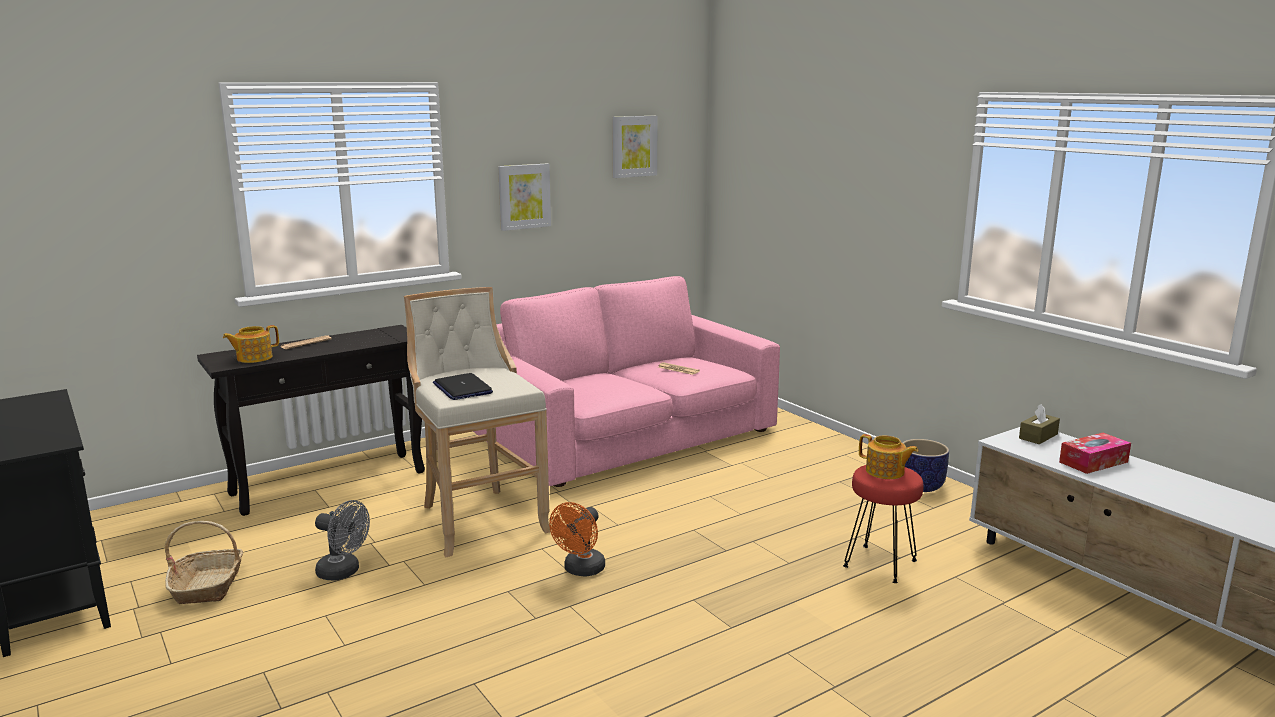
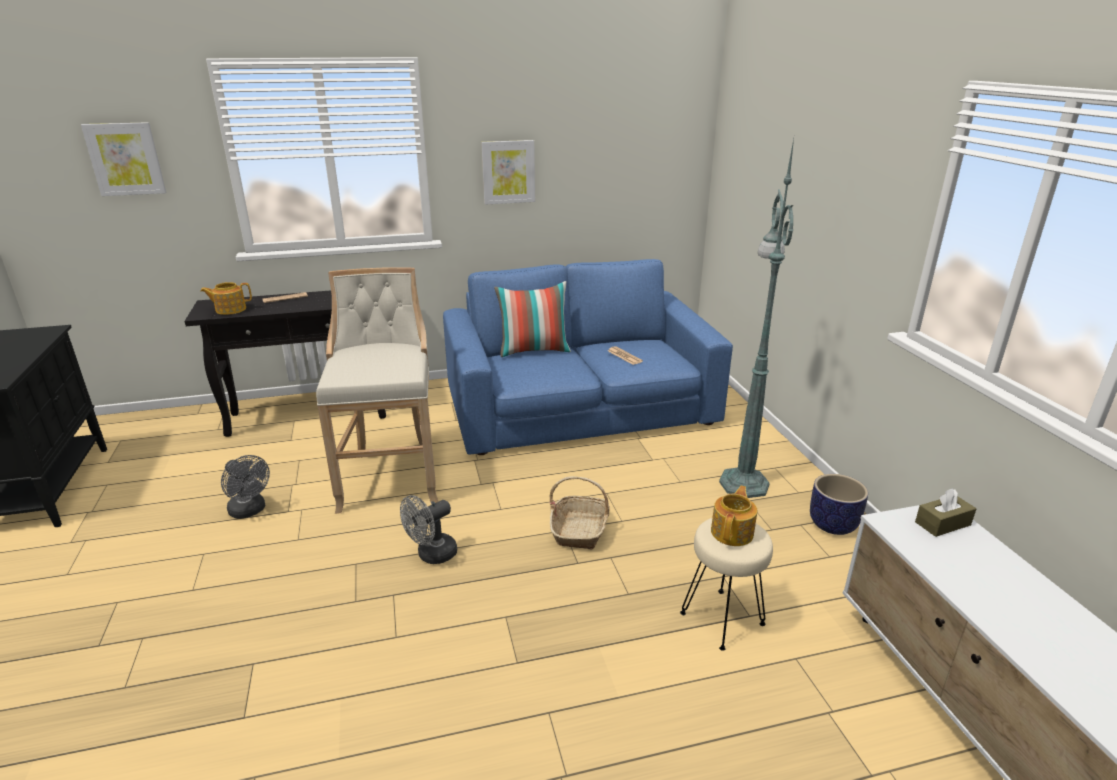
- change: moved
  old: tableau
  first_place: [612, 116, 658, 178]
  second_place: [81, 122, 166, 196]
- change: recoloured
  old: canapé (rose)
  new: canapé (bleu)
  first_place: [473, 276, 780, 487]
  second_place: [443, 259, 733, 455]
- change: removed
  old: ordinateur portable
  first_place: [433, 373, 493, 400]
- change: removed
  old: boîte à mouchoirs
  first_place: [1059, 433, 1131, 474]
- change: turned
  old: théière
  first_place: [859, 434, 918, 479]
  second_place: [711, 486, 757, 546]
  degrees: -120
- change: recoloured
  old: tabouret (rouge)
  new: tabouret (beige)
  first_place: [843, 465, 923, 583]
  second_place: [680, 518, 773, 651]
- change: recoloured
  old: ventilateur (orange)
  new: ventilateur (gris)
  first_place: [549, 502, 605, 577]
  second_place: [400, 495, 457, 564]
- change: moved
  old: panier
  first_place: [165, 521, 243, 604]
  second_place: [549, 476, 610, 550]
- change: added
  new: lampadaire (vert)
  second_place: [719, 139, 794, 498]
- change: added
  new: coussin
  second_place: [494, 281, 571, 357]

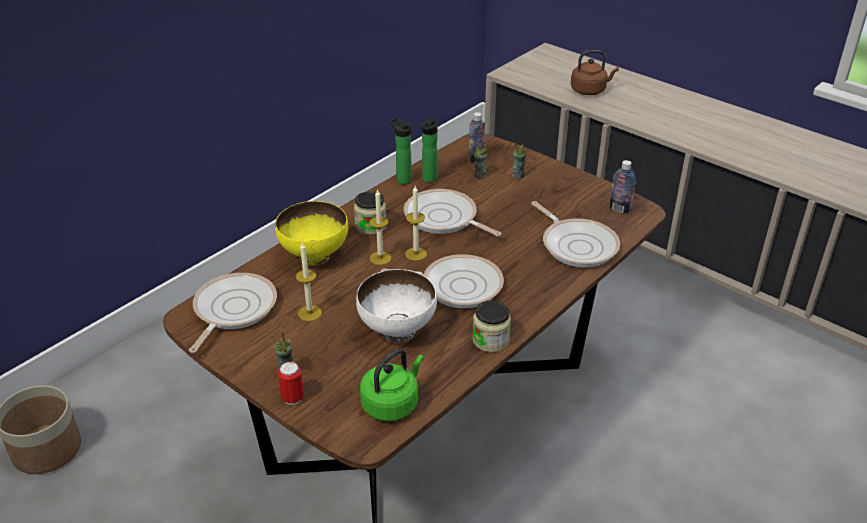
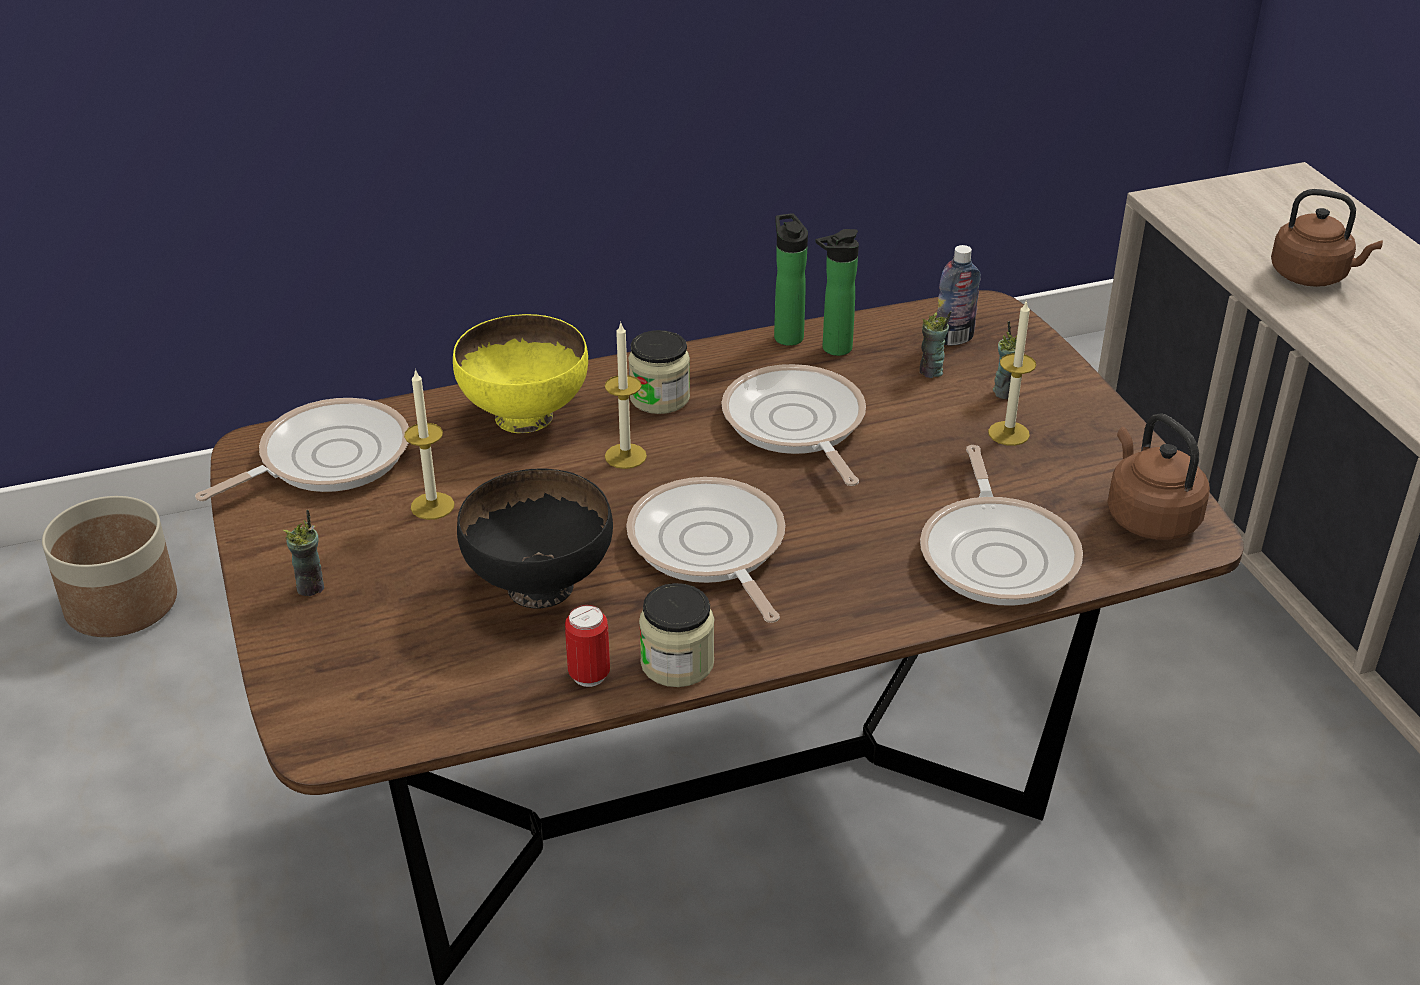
- change: replaced
  old: bouteille
  new: bouilloire (marron)
  first_place: [610, 160, 636, 214]
  second_place: [1107, 413, 1210, 540]
- change: moved
  old: bougie
  first_place: [405, 186, 427, 261]
  second_place: [988, 300, 1036, 446]
- change: turned
  old: poêle
  first_place: [381, 254, 504, 308]
  second_place: [626, 477, 785, 623]
  degrees: -150
- change: recoloured
  old: bol (blanc)
  new: bol (noir)
  first_place: [356, 269, 437, 343]
  second_place: [457, 468, 613, 609]
- change: removed
  old: bouilloire (vert)
  first_place: [360, 349, 424, 421]
- change: moved
  old: boîte métallique
  first_place: [278, 362, 304, 405]
  second_place: [565, 605, 610, 687]

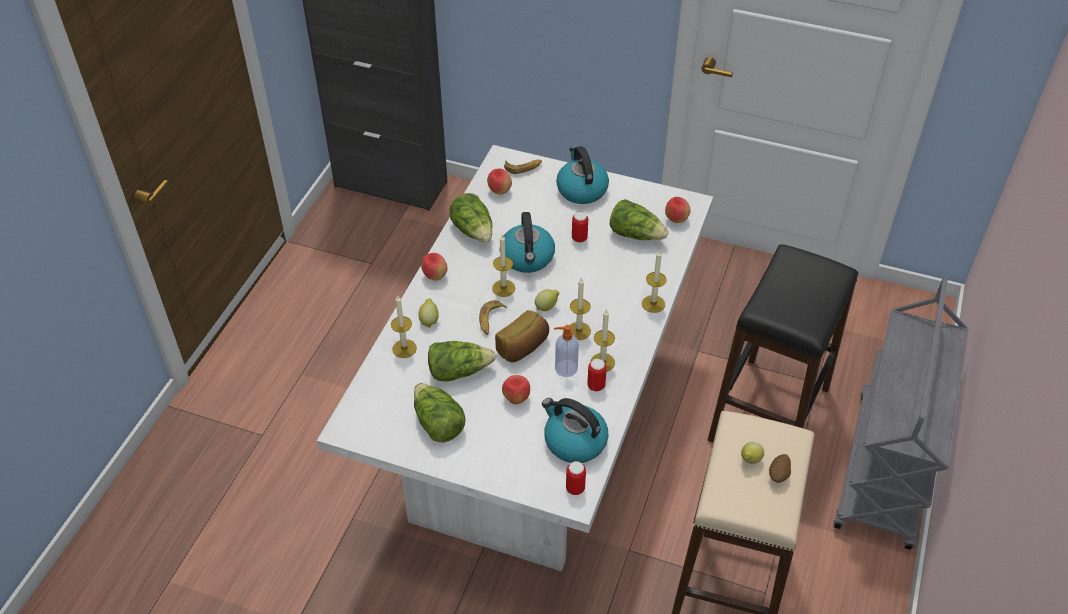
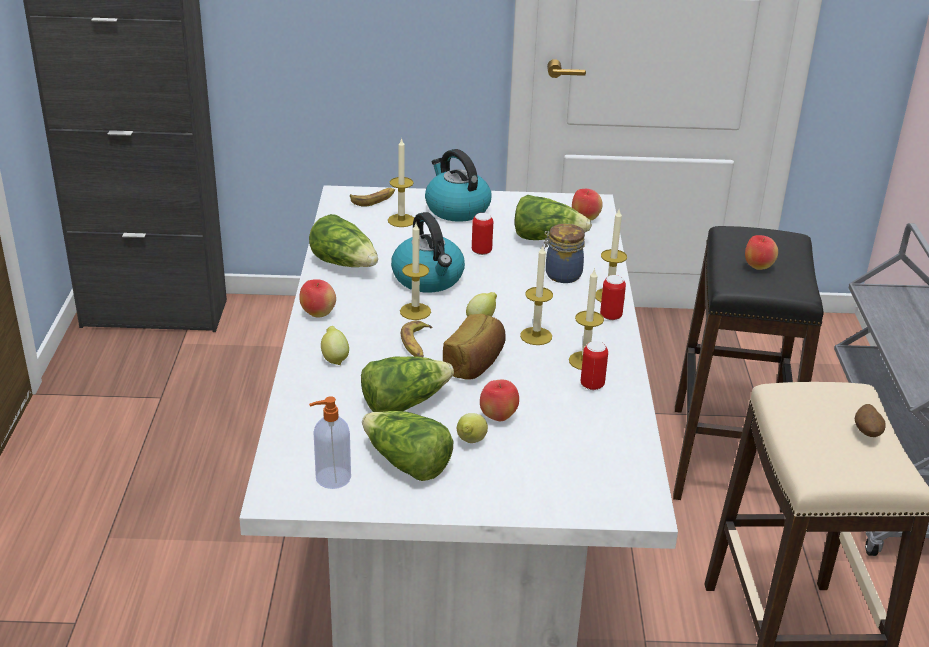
- change: moved
  old: pomme
  first_place: [487, 169, 512, 195]
  second_place: [745, 235, 778, 270]
- change: moved
  old: bougie
  first_place: [391, 296, 417, 358]
  second_place: [388, 137, 414, 227]
- change: moved
  old: distributeur de savon
  first_place: [554, 325, 579, 377]
  second_place: [309, 396, 351, 489]
- change: removed
  old: bouilloire
  first_place: [542, 398, 609, 463]
- change: moved
  old: citron
  first_place: [741, 442, 764, 464]
  second_place: [457, 413, 488, 443]
- change: moved
  old: boîte métallique
  first_place: [566, 461, 586, 495]
  second_place: [600, 275, 626, 320]
- change: added
  new: bocal
  second_place: [544, 224, 585, 283]

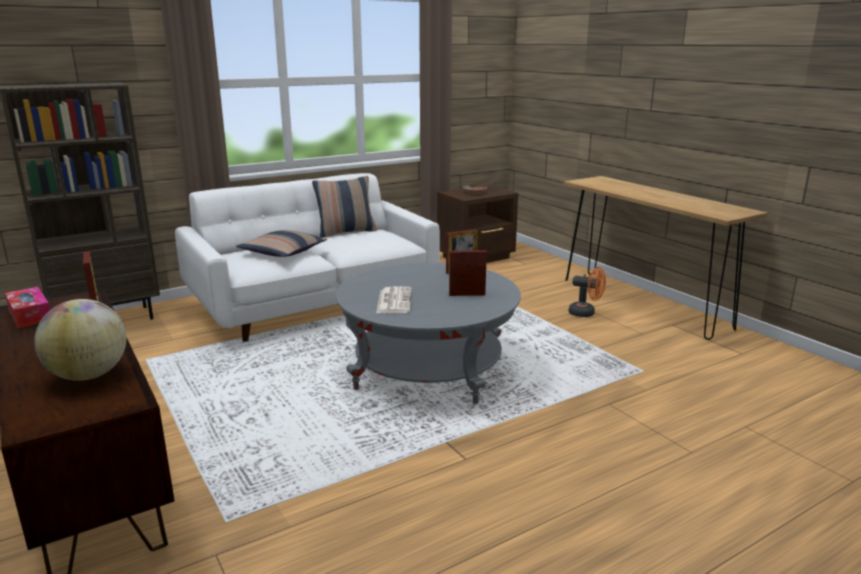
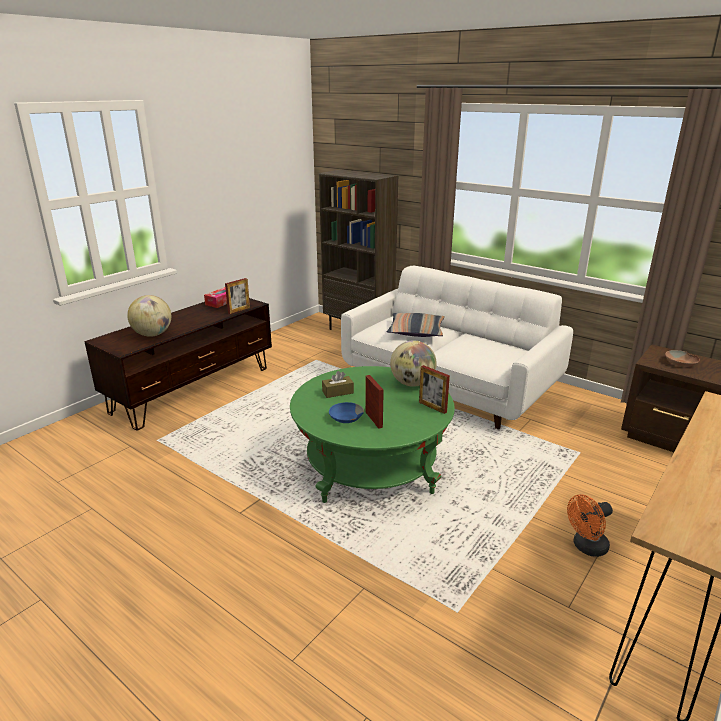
- change: removed
  old: coussin
  first_place: [312, 176, 377, 238]
- change: recoloured
  old: table basse (gris)
  new: table basse (vert)
  first_place: [336, 262, 521, 404]
  second_place: [290, 366, 455, 503]
- change: turned
  old: ventilateur (orange)
  first_place: [568, 267, 606, 317]
  second_place: [567, 494, 613, 557]
  degrees: 60
- change: replaced
  old: journal
  new: boîte à mouchoirs (marron)
  first_place: [376, 286, 412, 313]
  second_place: [322, 371, 354, 398]
- change: added
  new: globe
  second_place: [390, 340, 437, 387]
- change: added
  new: bol (bleu)
  second_place: [329, 402, 364, 423]

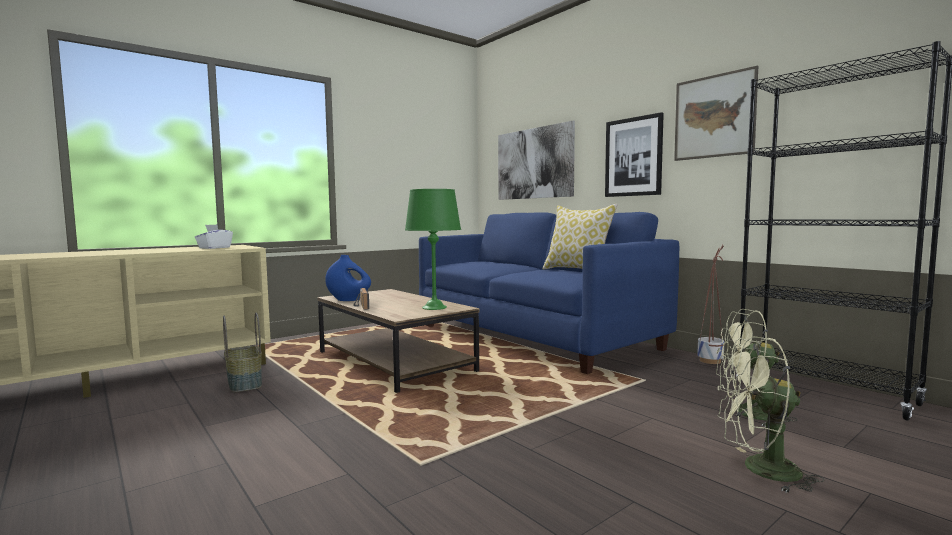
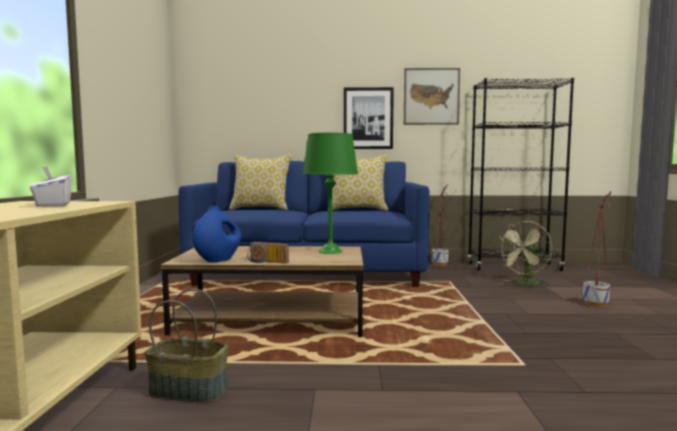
- change: removed
  old: tableau
  first_place: [498, 121, 575, 200]
- change: replaced
  old: ventilateur (vert)
  new: cache-pot
  first_place: [717, 336, 824, 493]
  second_place: [583, 191, 611, 307]
- change: added
  new: coussin
  second_place: [229, 154, 292, 210]

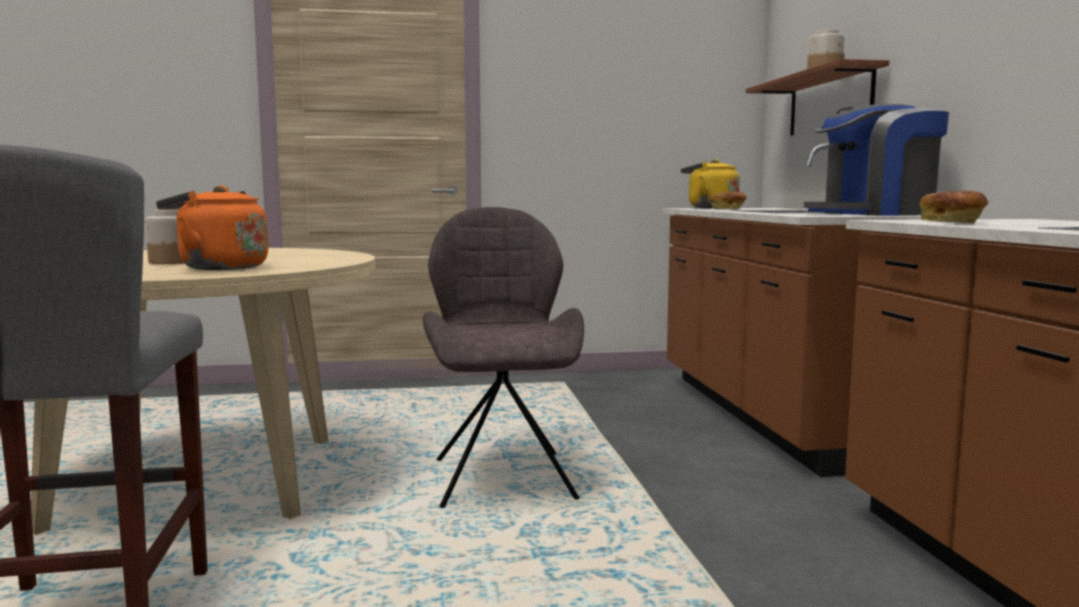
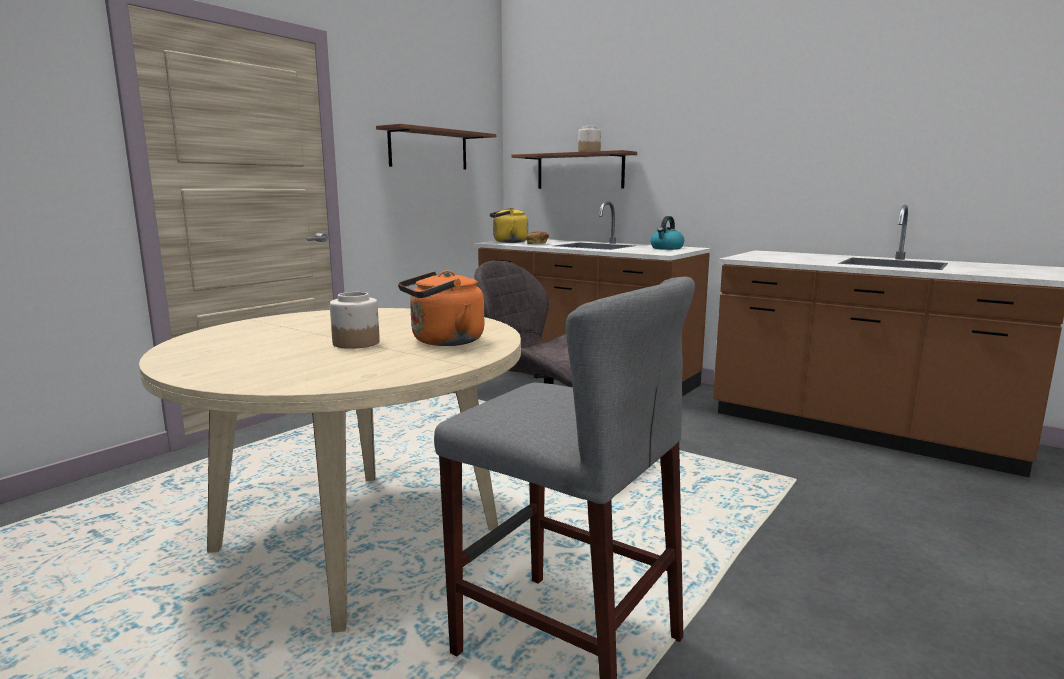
- change: replaced
  old: machine à café
  new: bouilloire
  first_place: [804, 104, 949, 216]
  second_place: [650, 216, 684, 250]
- change: removed
  old: pain
  first_place: [920, 190, 988, 224]
- change: added
  new: étagère
  second_place: [376, 124, 496, 169]

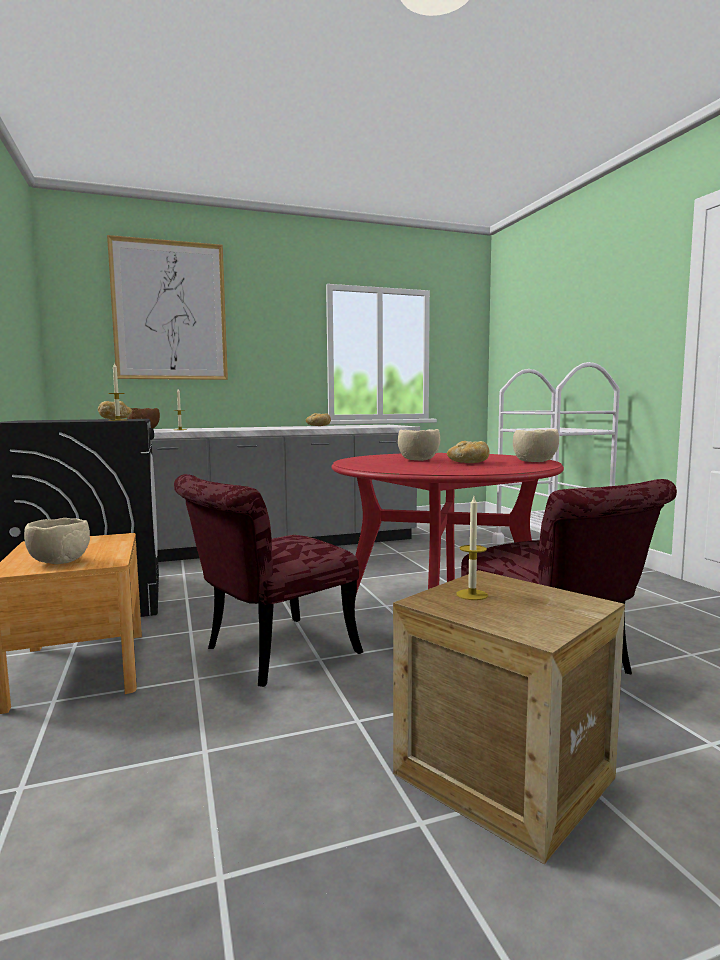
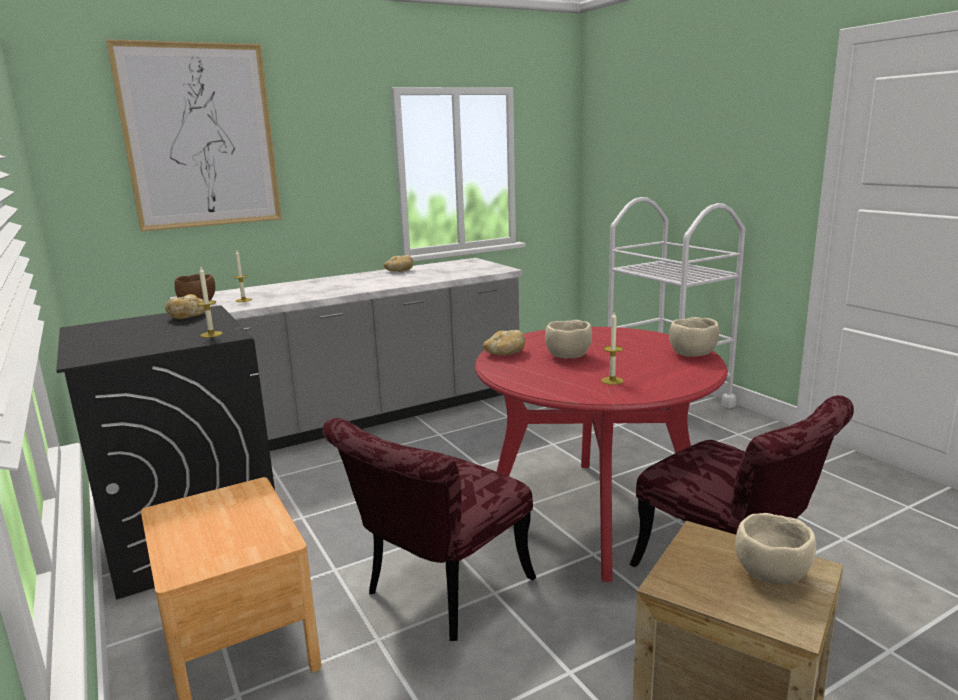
- change: moved
  old: pain
  first_place: [447, 441, 489, 463]
  second_place: [483, 330, 525, 355]
- change: moved
  old: bougie
  first_place: [457, 496, 488, 600]
  second_place: [601, 312, 624, 385]
- change: moved
  old: bol (beige)
  first_place: [24, 518, 90, 564]
  second_place: [735, 513, 816, 585]

